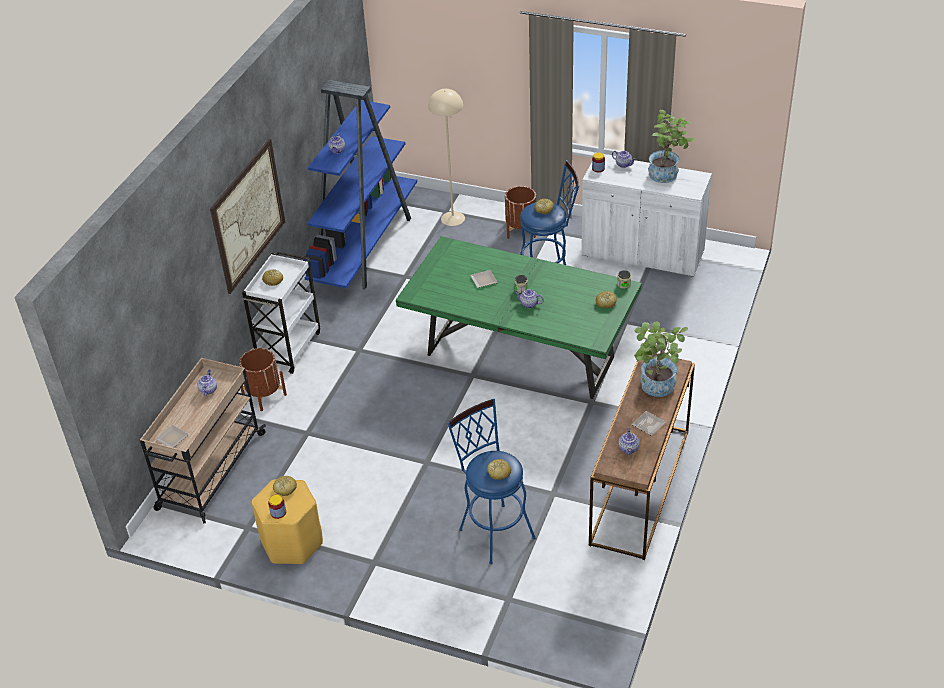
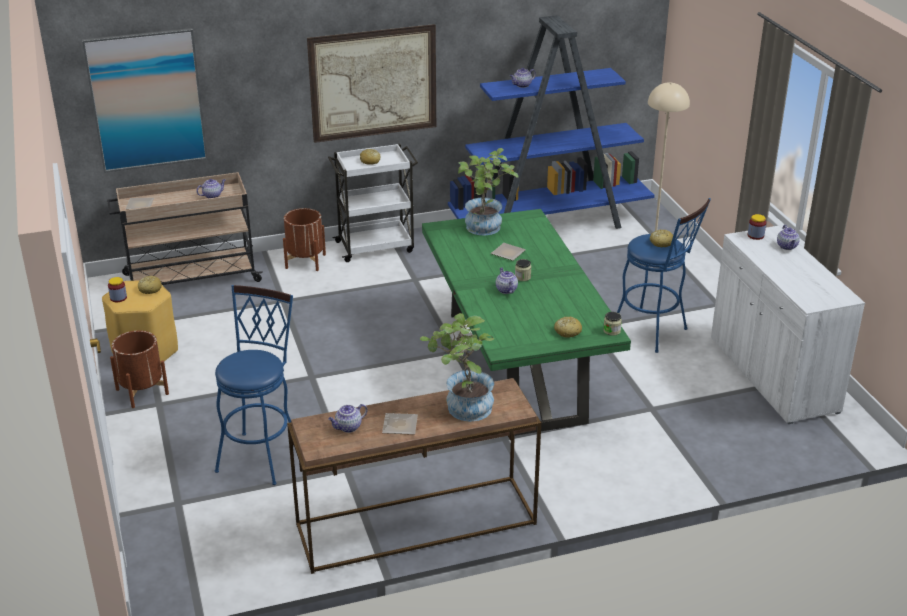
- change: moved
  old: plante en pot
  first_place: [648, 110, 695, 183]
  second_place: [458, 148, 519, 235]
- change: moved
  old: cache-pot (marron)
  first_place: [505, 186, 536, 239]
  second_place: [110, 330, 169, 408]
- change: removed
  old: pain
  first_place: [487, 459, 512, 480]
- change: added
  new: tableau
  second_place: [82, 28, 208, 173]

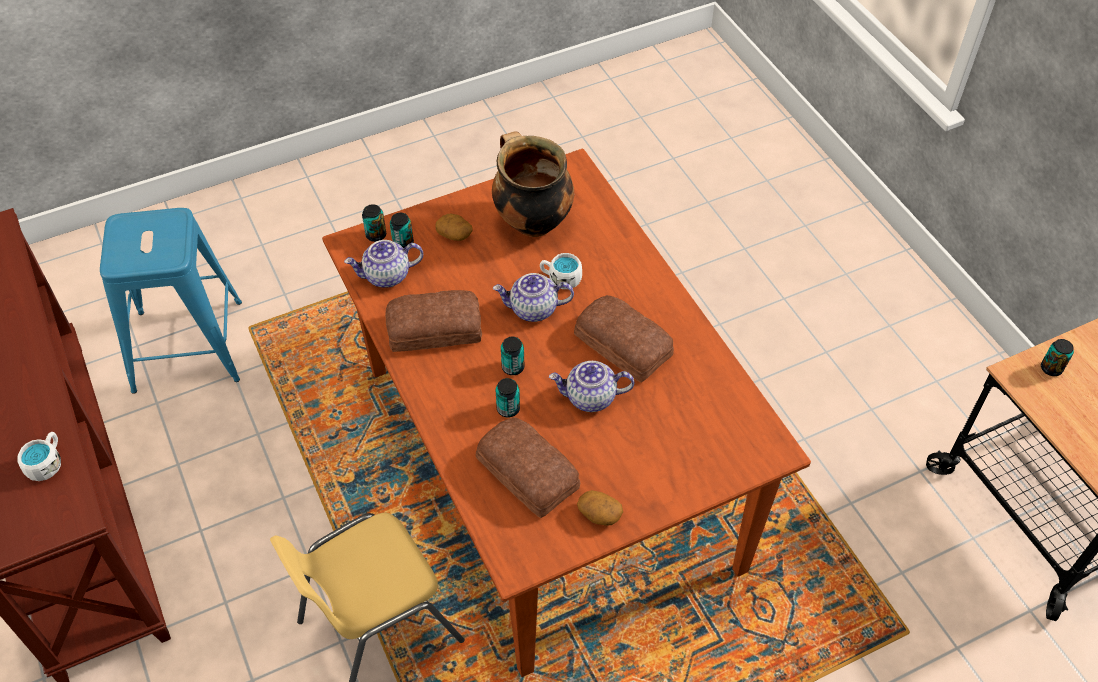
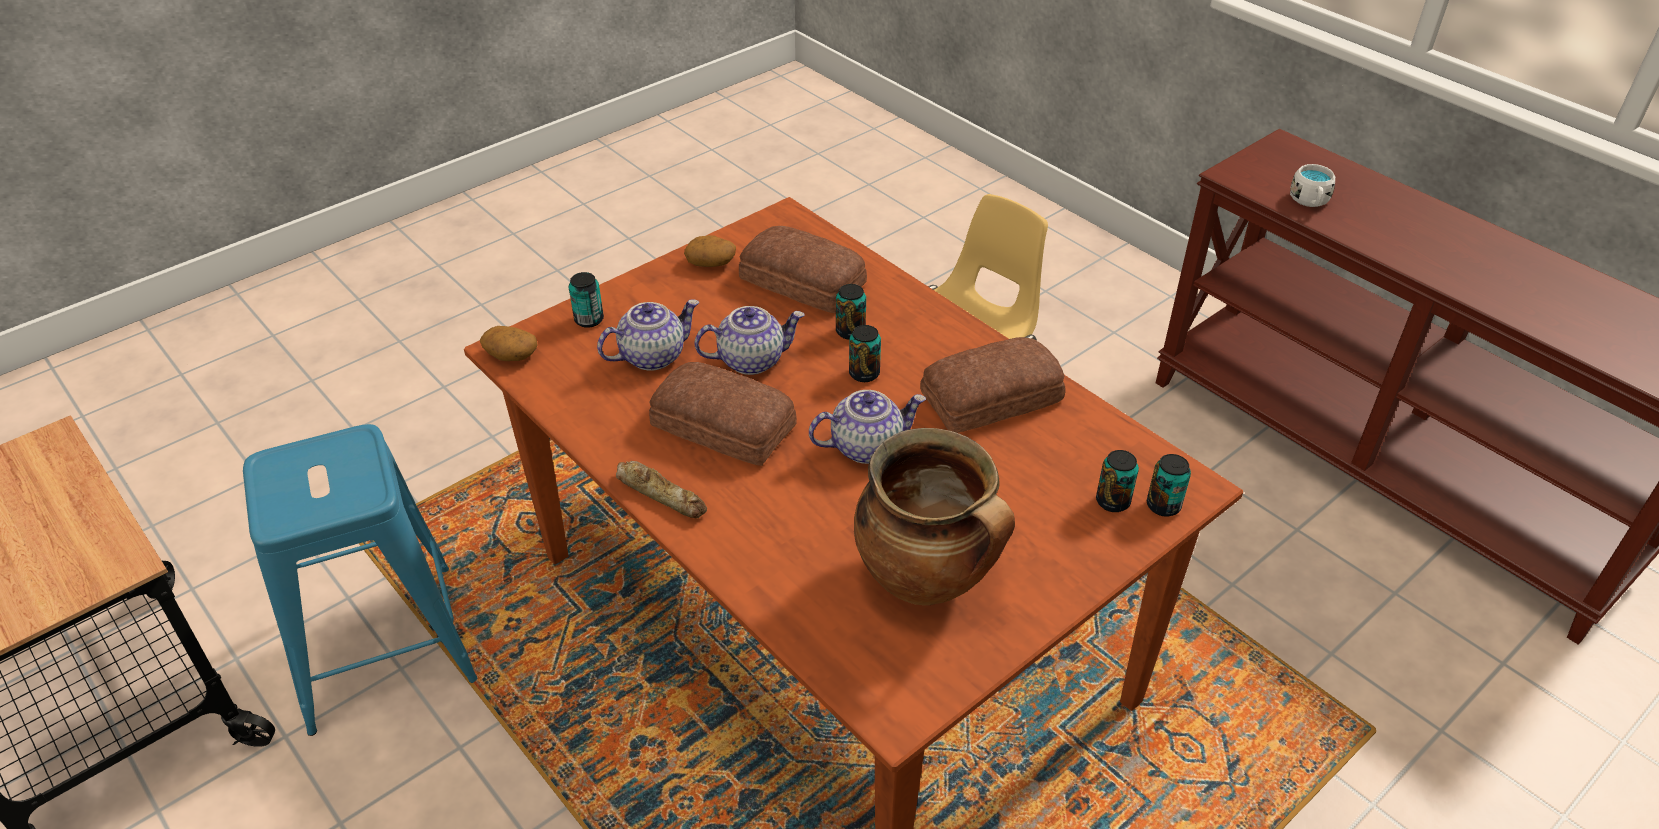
- change: moved
  old: tabouret (bleu)
  first_place: [100, 208, 242, 394]
  second_place: [243, 424, 477, 736]
- change: moved
  old: pomme de terre
  first_place: [436, 214, 473, 241]
  second_place: [480, 326, 538, 361]
- change: moved
  old: théière
  first_place: [344, 240, 423, 288]
  second_place: [597, 299, 699, 371]
- change: removed
  old: mug (blanc)
  first_place: [540, 253, 582, 289]
- change: moved
  old: boîte métallique
  first_place: [1041, 339, 1074, 376]
  second_place: [569, 272, 604, 328]
- change: added
  new: pain
  second_place: [616, 461, 707, 519]

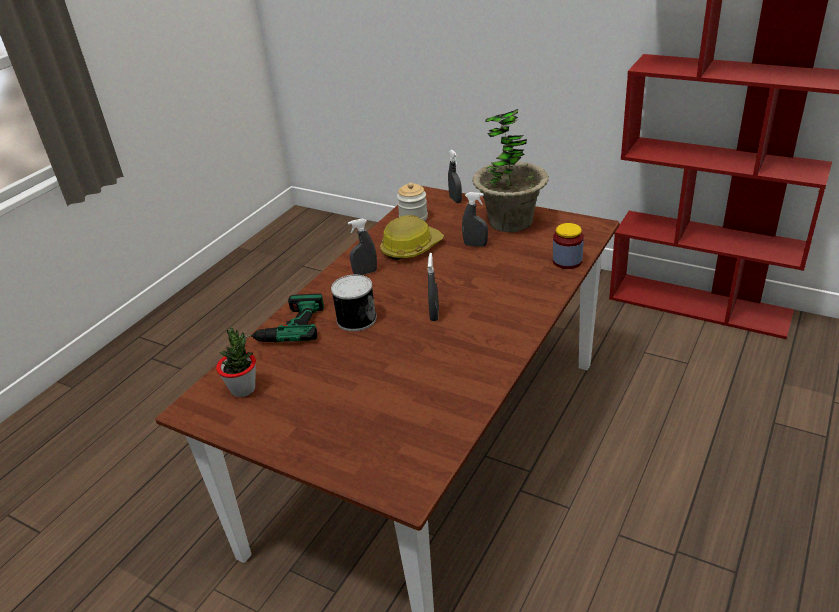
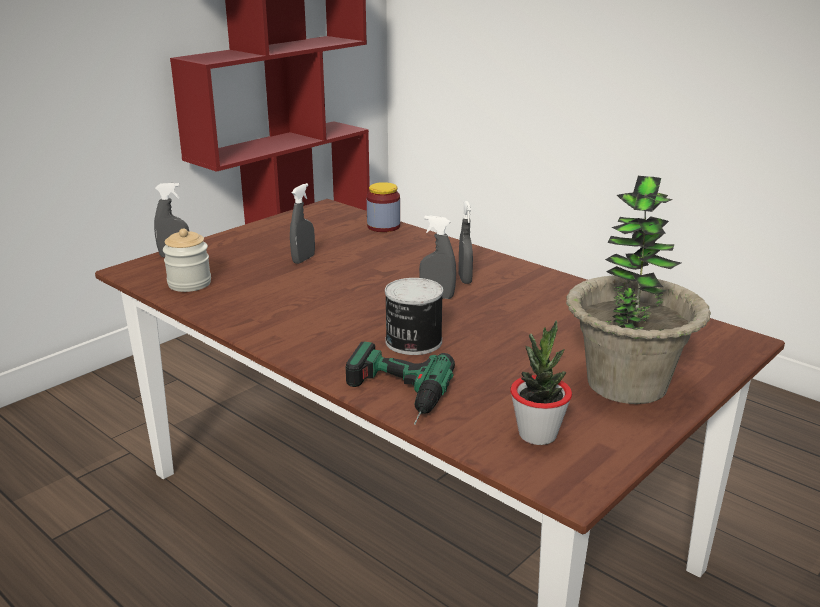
- change: moved
  old: plante en pot
  first_place: [472, 109, 549, 232]
  second_place: [566, 176, 711, 404]
- change: removed
  old: casque de chantier
  first_place: [380, 215, 444, 260]
- change: moved
  old: vaporisateur (gris)
  first_place: [348, 219, 377, 275]
  second_place: [458, 201, 473, 284]

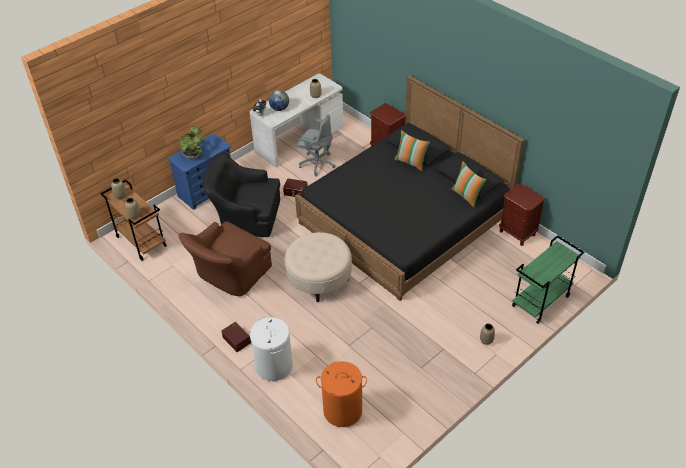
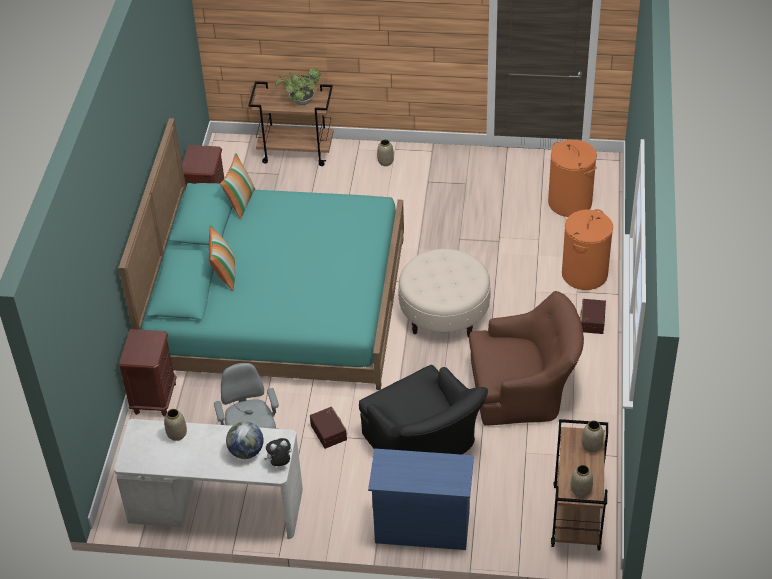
- change: recoloured
  old: lit (noir)
  new: lit (turquoise)
  first_place: [295, 75, 524, 301]
  second_place: [119, 118, 404, 390]
- change: moved
  old: plante en pot
  first_place: [178, 126, 204, 160]
  second_place: [275, 68, 321, 105]
- change: recoloured
  old: chariot (vert)
  new: chariot (marron)
  first_place: [512, 235, 584, 324]
  second_place: [248, 81, 334, 166]
- change: recoloured
  old: panier à linge (blanc)
  new: panier à linge (orange)
  first_place: [250, 317, 293, 381]
  second_place: [562, 209, 613, 290]

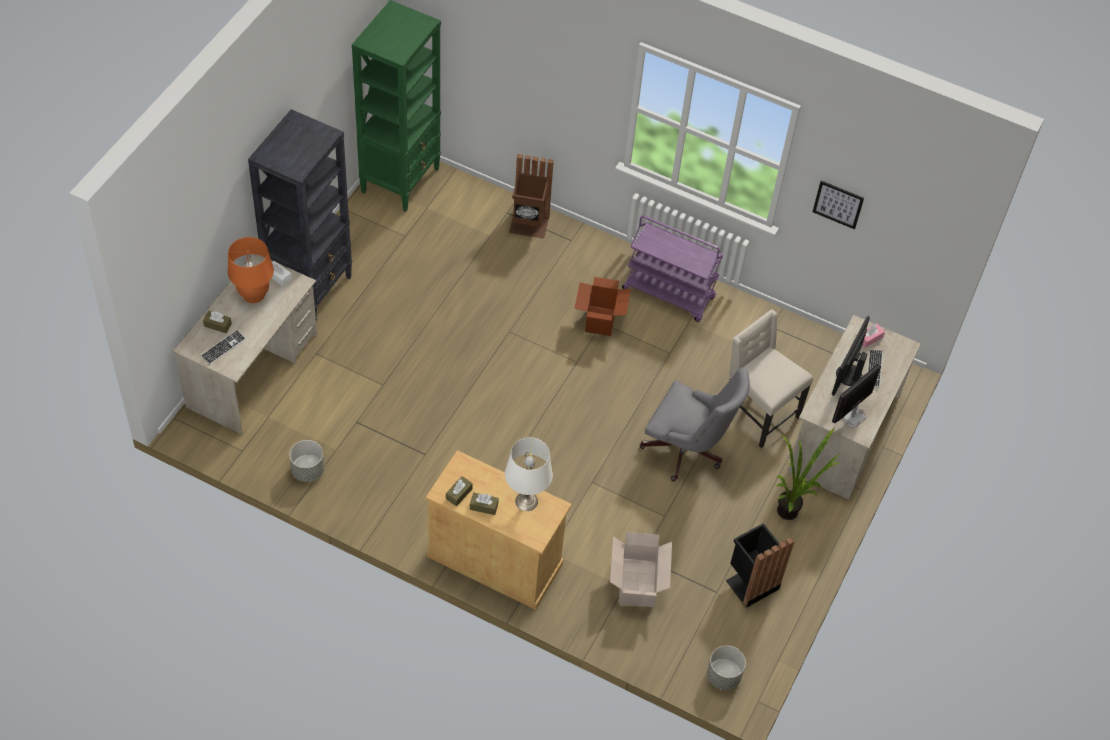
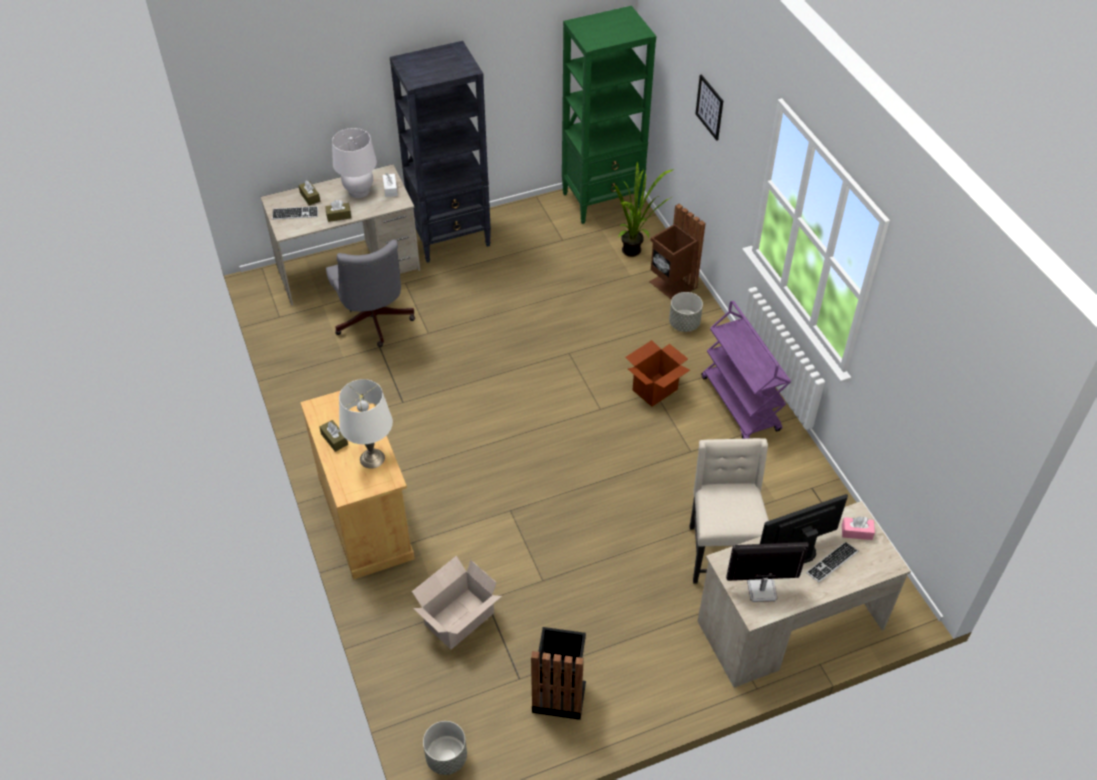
- change: moved
  old: tableau
  first_place: [813, 181, 864, 229]
  second_place: [695, 74, 723, 141]
- change: recoloured
  old: lampe de table (orange)
  new: lampe de table (blanc)
  first_place: [228, 237, 274, 303]
  second_place: [332, 128, 377, 198]
- change: moved
  old: chaise de bureau (gris)
  first_place: [639, 368, 750, 482]
  second_place: [326, 240, 415, 347]
- change: moved
  old: plante en pot
  first_place: [776, 428, 840, 520]
  second_place: [613, 162, 674, 257]
- change: moved
  old: cache-pot (gris)
  first_place: [289, 440, 324, 482]
  second_place: [669, 292, 703, 332]
- change: moved
  old: boîte à mouchoirs (marron)
  first_place: [446, 476, 473, 506]
  second_place: [325, 200, 351, 222]

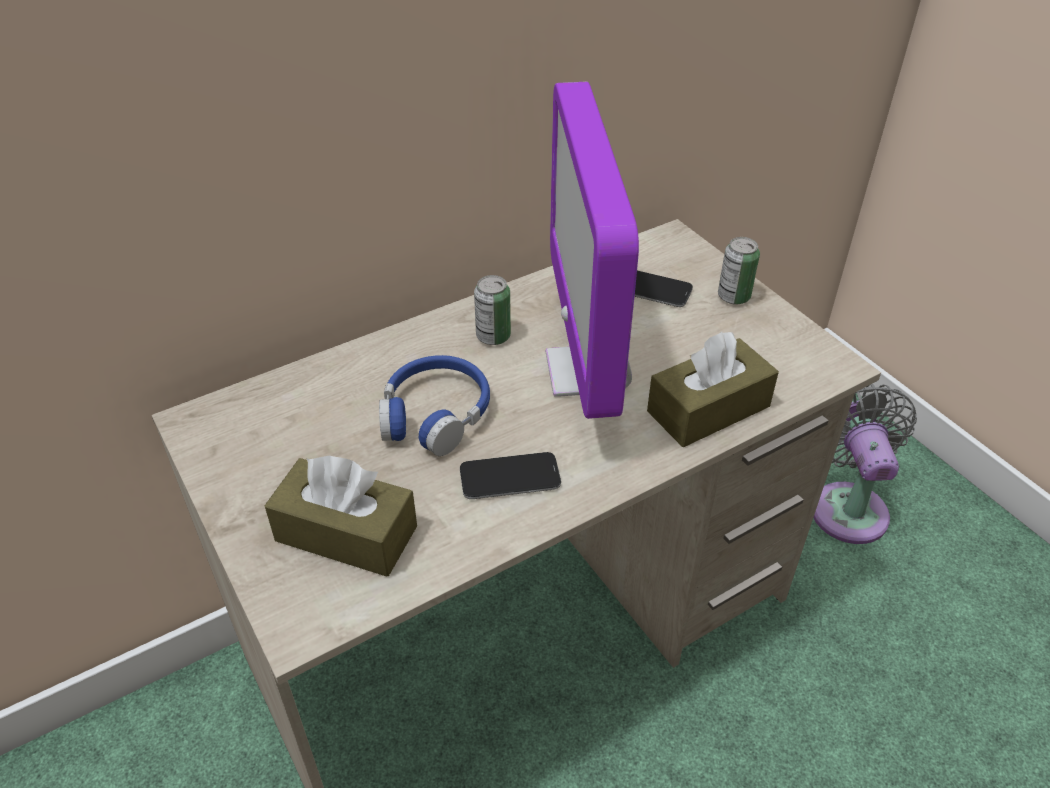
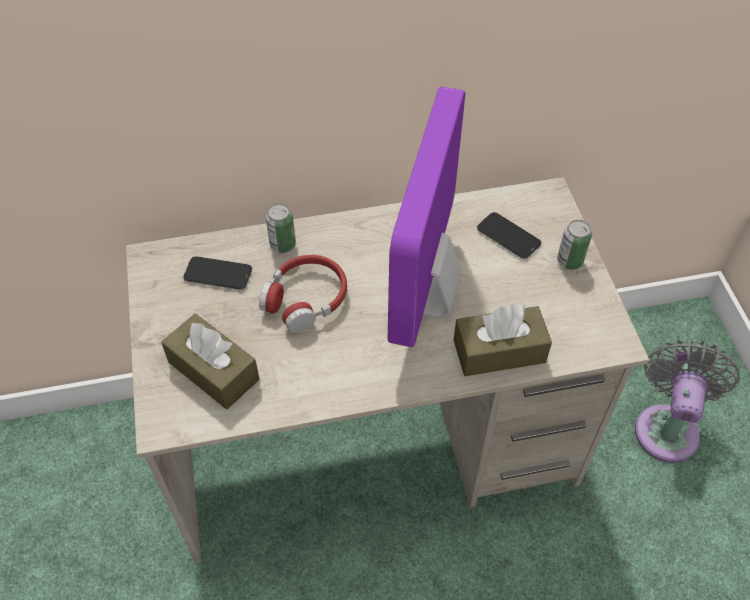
- change: moved
  old: boîte métallique
  first_place: [474, 275, 511, 345]
  second_place: [266, 203, 296, 253]
- change: recoloured
  old: casque audio (bleu)
  new: casque audio (rouge)
  first_place: [379, 355, 490, 456]
  second_place: [259, 255, 347, 333]
- change: moved
  old: téléphone
  first_place: [460, 452, 561, 499]
  second_place: [183, 256, 252, 290]

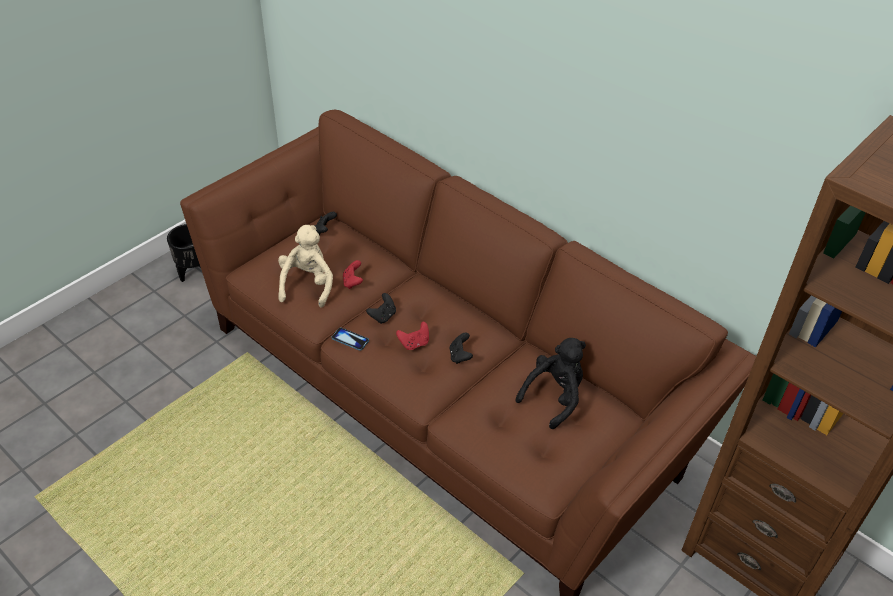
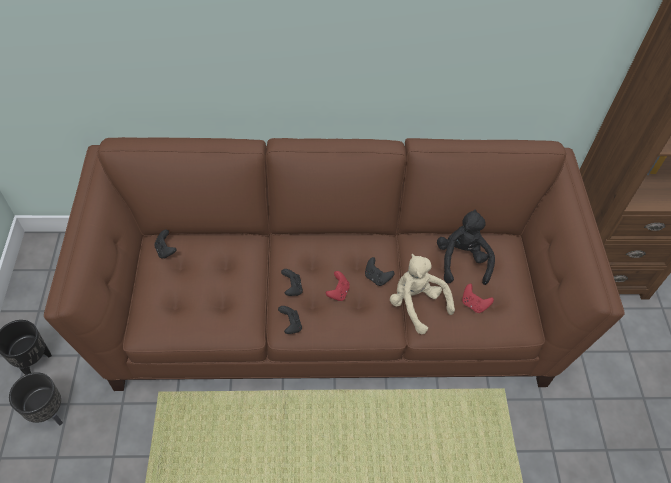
- change: moved
  old: peluche (beige)
  first_place: [278, 225, 333, 308]
  second_place: [390, 254, 455, 334]
- change: moved
  old: manette (rouge)
  first_place: [343, 260, 363, 289]
  second_place: [462, 284, 494, 313]
- change: replaced
  old: téléphone
  new: manette (noir)
  first_place: [332, 327, 369, 351]
  second_place: [278, 306, 302, 334]
- change: added
  new: cache-pot (noir)
  second_place: [9, 372, 63, 426]

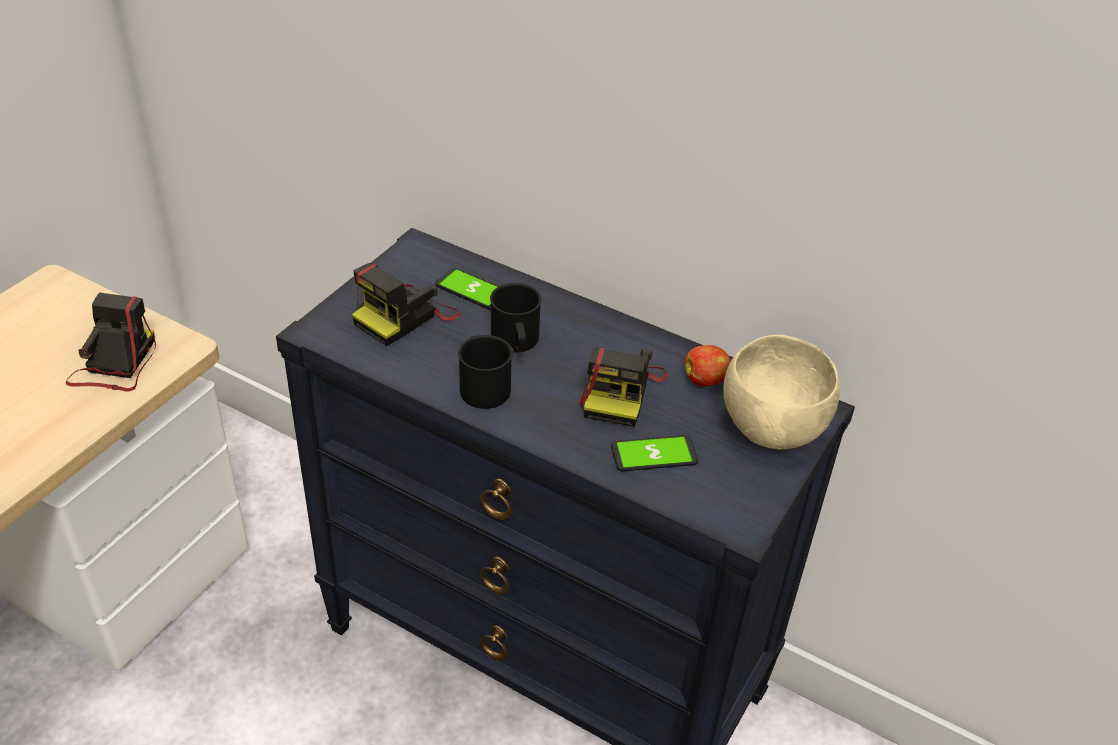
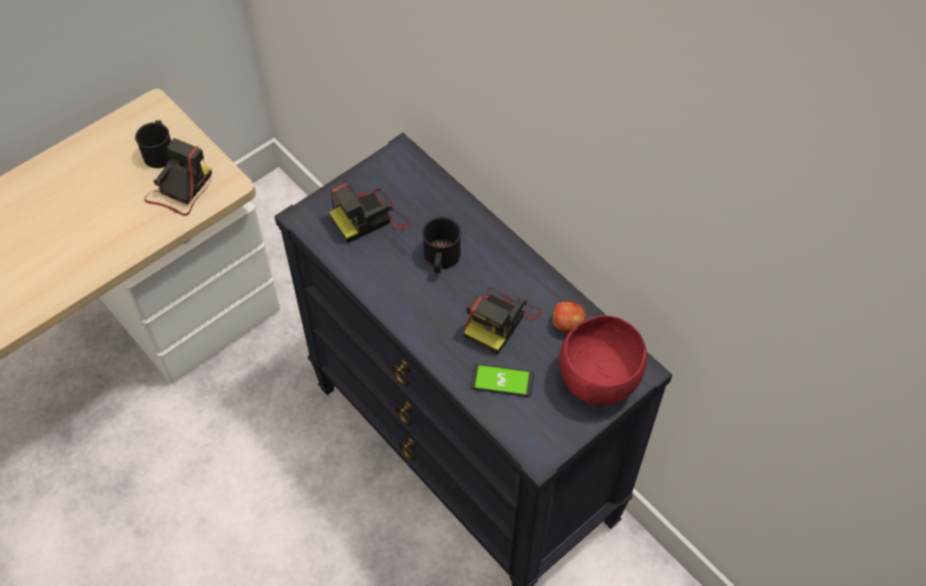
- change: removed
  old: téléphone
  first_place: [435, 268, 499, 310]
- change: moved
  old: mug (noir)
  first_place: [458, 335, 513, 409]
  second_place: [135, 120, 171, 168]
- change: recoloured
  old: bol (beige)
  new: bol (rouge)
  first_place: [723, 335, 840, 450]
  second_place: [559, 315, 647, 405]

